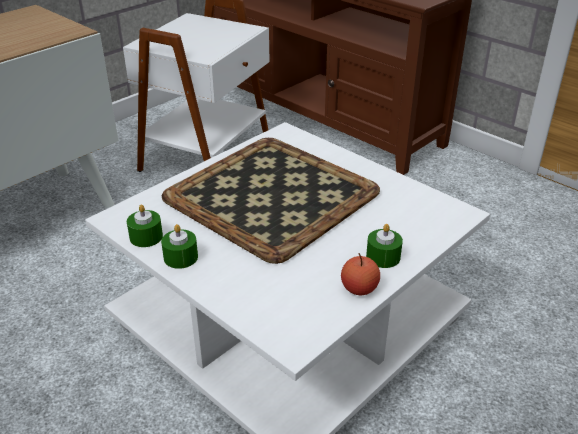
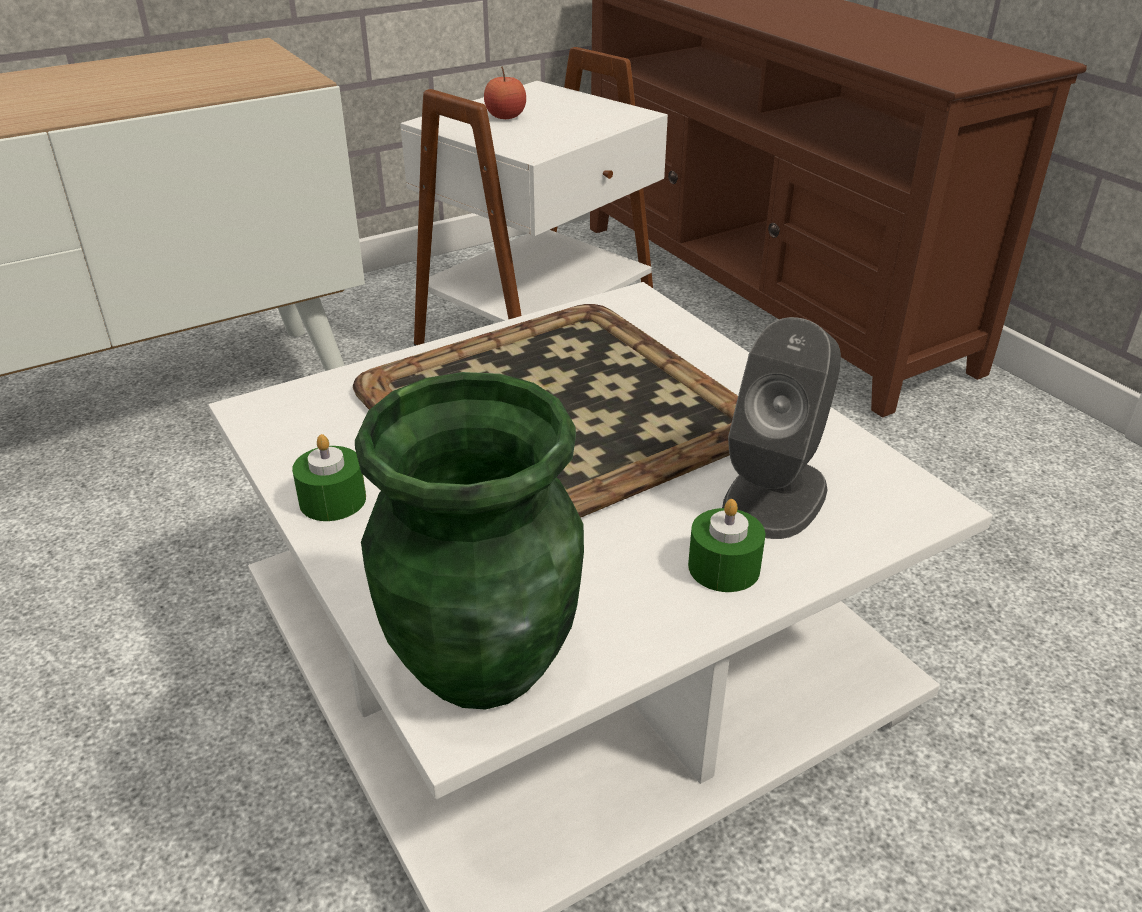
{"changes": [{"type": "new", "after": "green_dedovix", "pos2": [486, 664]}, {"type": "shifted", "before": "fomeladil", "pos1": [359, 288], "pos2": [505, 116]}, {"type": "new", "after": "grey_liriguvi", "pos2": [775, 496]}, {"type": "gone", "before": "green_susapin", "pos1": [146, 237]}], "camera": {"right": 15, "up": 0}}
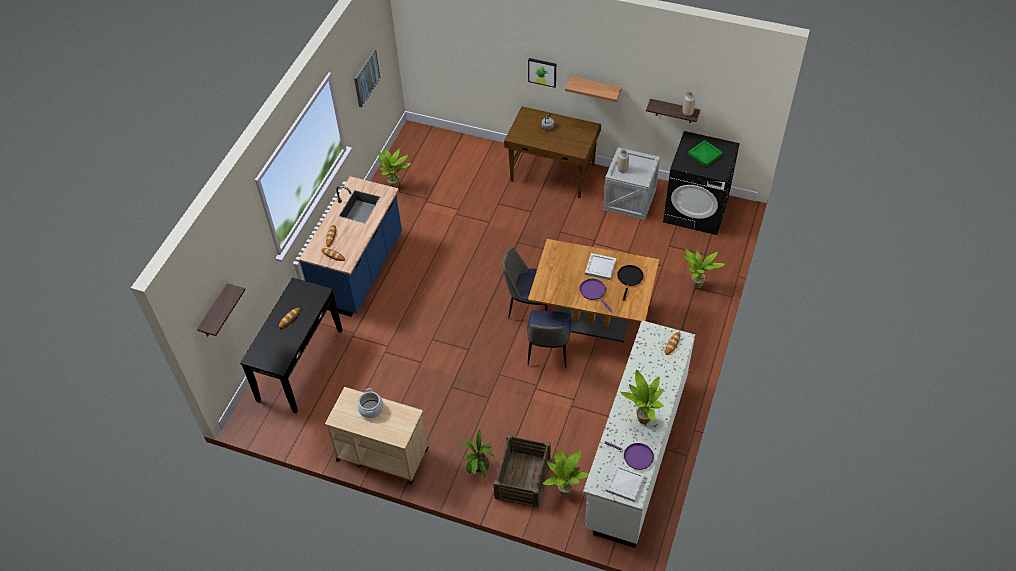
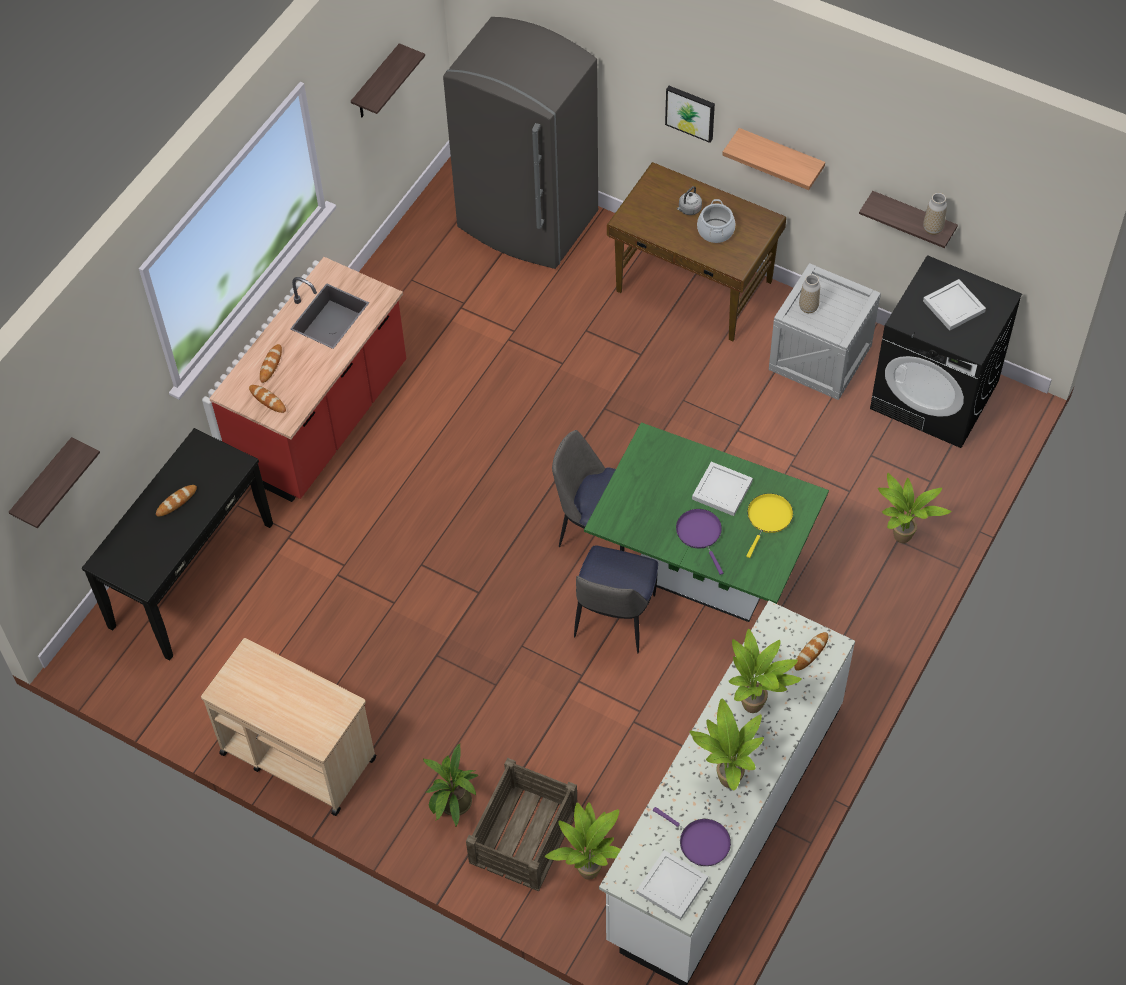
{"changes": [{"type": "repainted", "before": "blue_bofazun", "after": "red_bofazun", "pos1": [360, 270], "pos2": [323, 420]}, {"type": "swapped", "before": "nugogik", "after": "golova", "pos1": [366, 77], "pos2": [376, 84]}, {"type": "new", "after": "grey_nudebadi", "pos2": [527, 222]}, {"type": "repainted", "before": "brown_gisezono", "after": "green_gisezono", "pos1": [591, 320], "pos2": [702, 572]}, {"type": "shifted", "before": "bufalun", "pos1": [371, 409], "pos2": [715, 231]}, {"type": "shifted", "before": "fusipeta", "pos1": [396, 186], "pos2": [755, 705]}, {"type": "repainted", "before": "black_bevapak", "after": "yellow_bevapak", "pos1": [629, 278], "pos2": [768, 518]}, {"type": "repainted", "before": "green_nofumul", "after": "white_nofumul", "pos1": [704, 154], "pos2": [952, 306]}], "camera": {"right": 10, "up": 5}}
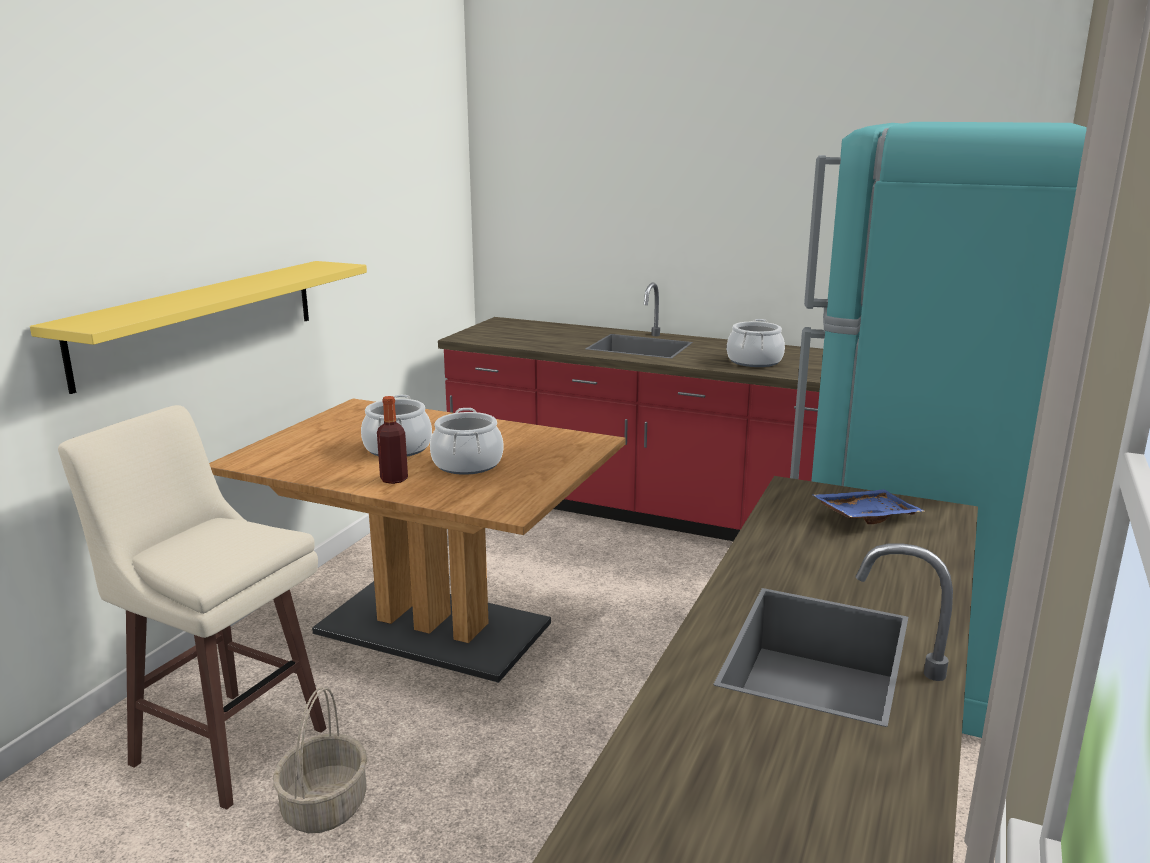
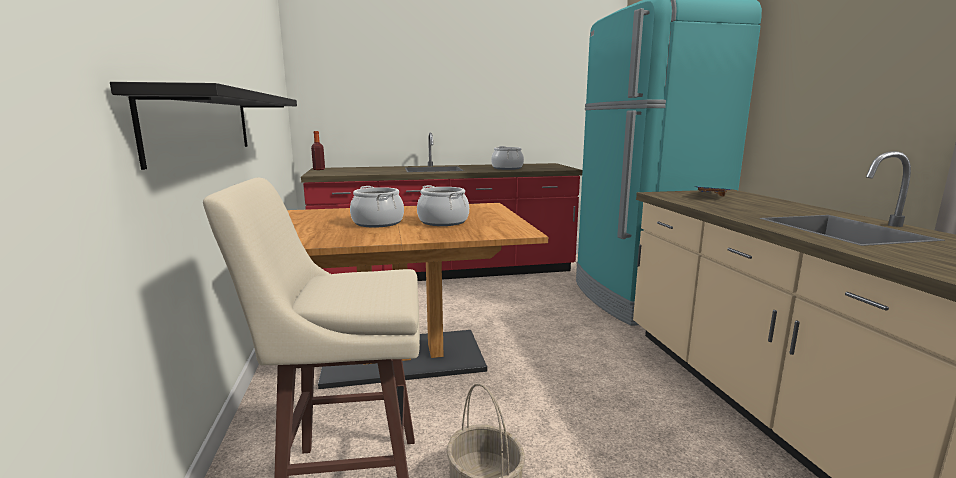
{"changes": [{"type": "repainted", "before": "yellow_golova", "after": "black_golova", "pos1": [201, 320], "pos2": [204, 124]}, {"type": "shifted", "before": "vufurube", "pos1": [394, 479], "pos2": [319, 169]}], "camera": {"right": -35, "up": -5}}
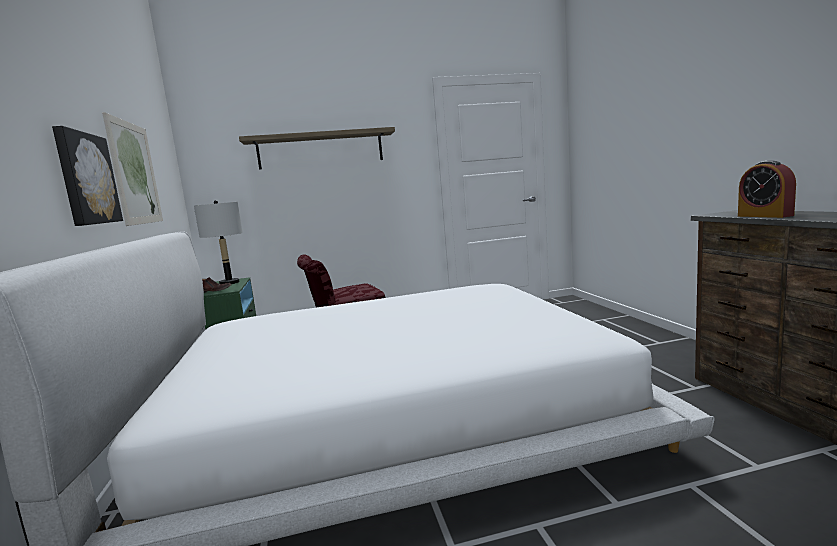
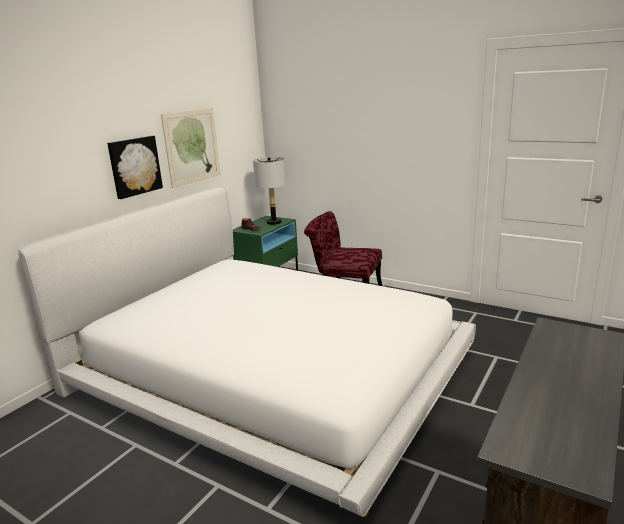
{"changes": [{"type": "gone", "before": "golova", "pos1": [320, 150]}, {"type": "gone", "before": "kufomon", "pos1": [764, 216]}], "camera": {"right": 45, "up": 10}}
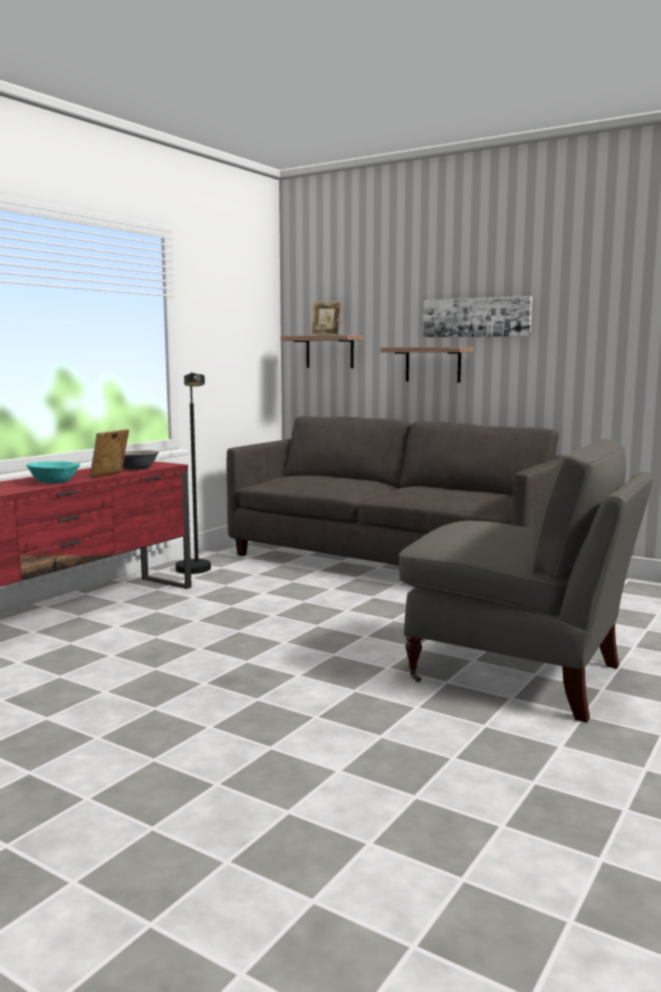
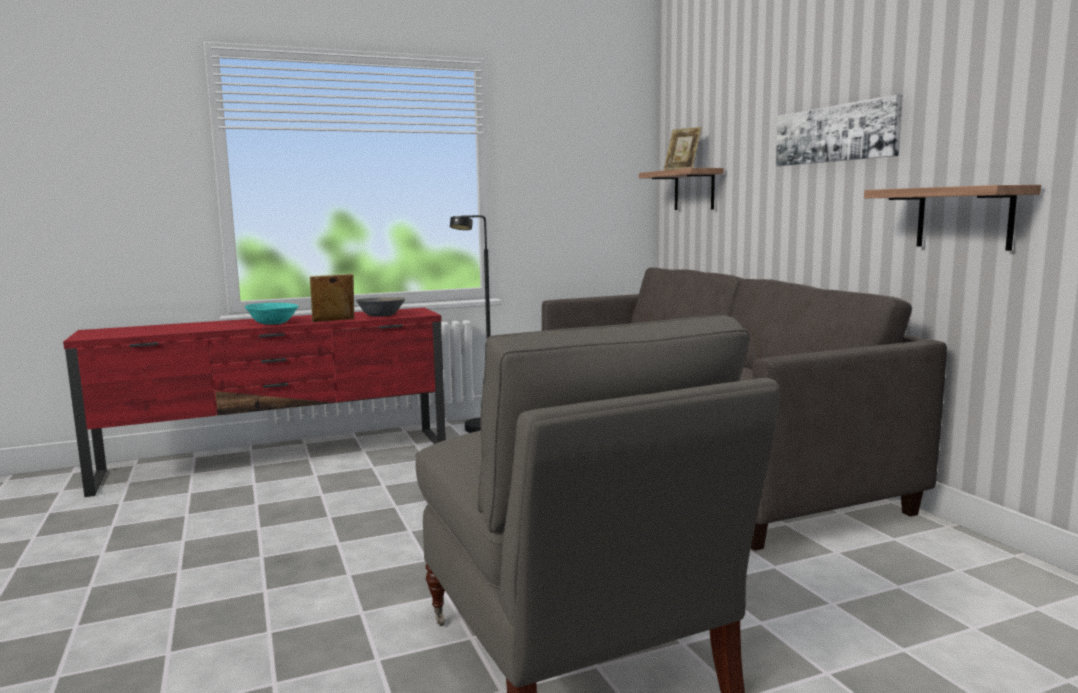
{"changes": [{"type": "shifted", "before": "golova", "pos1": [433, 364], "pos2": [964, 218]}], "camera": {"right": 35, "up": 0}}
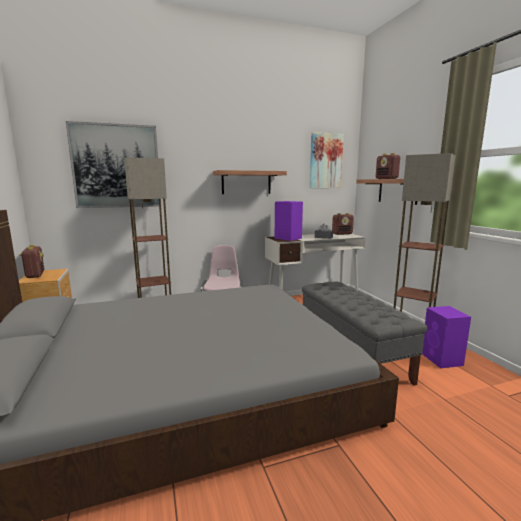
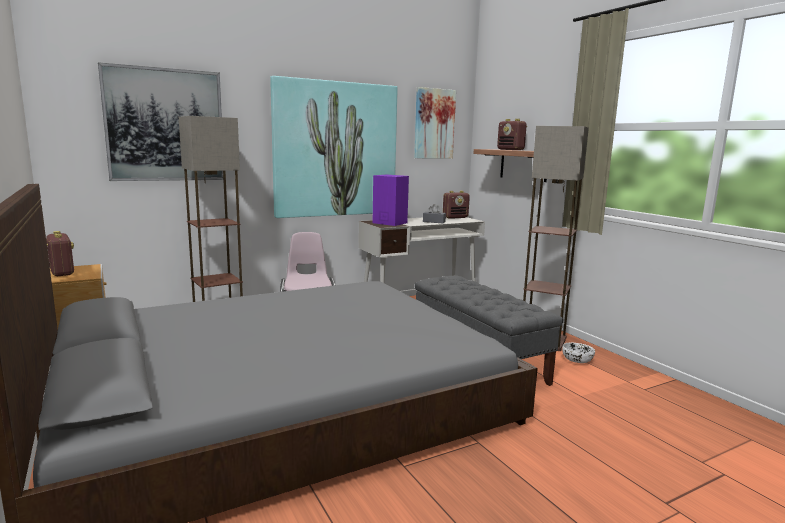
{"changes": [{"type": "swapped", "before": "golova", "after": "nugogik", "pos1": [246, 182], "pos2": [335, 149]}, {"type": "swapped", "before": "purple_liriguvi", "after": "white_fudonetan", "pos1": [442, 360], "pos2": [577, 360]}], "camera": {"right": -10, "up": 0}}
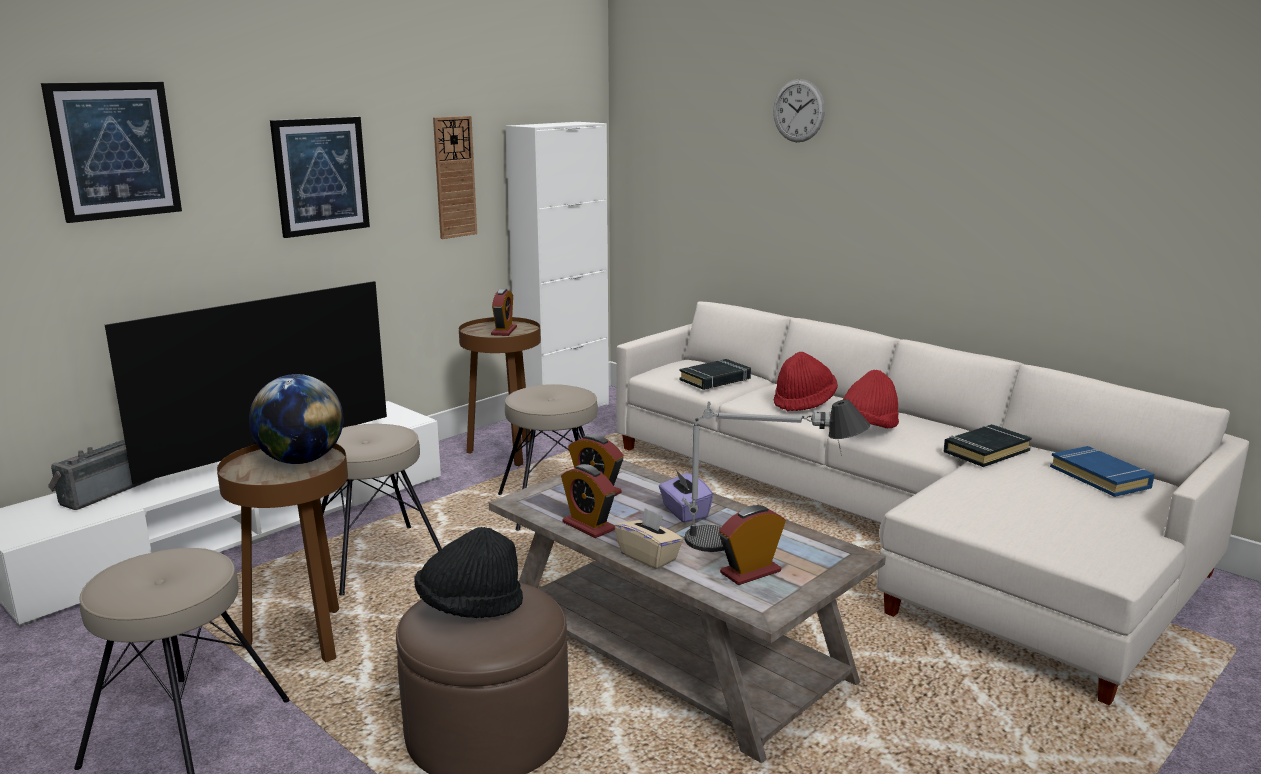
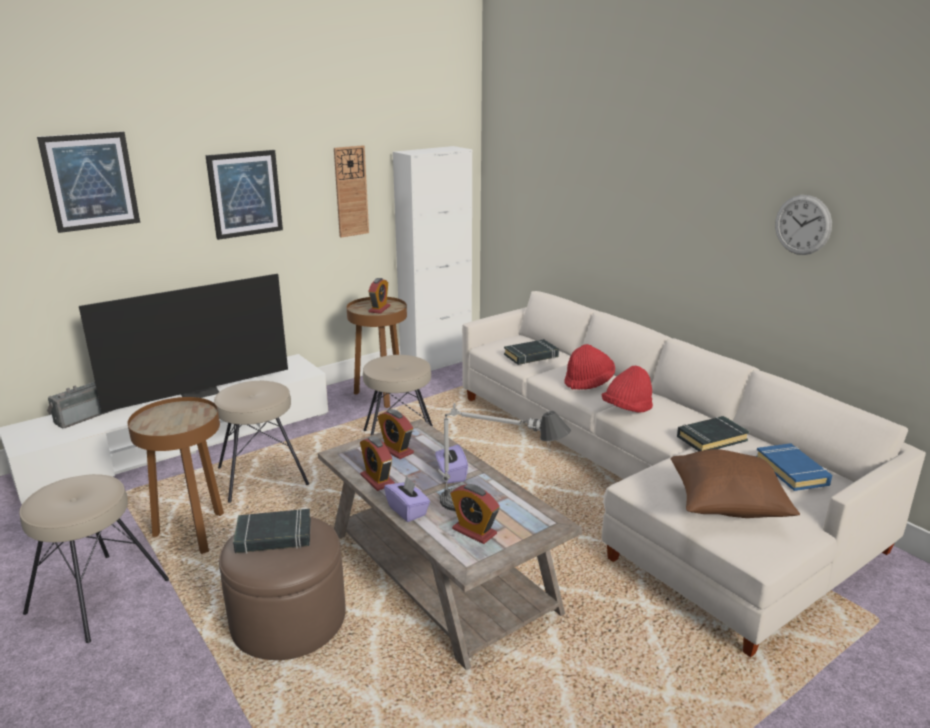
{"changes": [{"type": "swapped", "before": "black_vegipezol", "after": "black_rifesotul", "pos1": [470, 607], "pos2": [273, 536]}, {"type": "repainted", "before": "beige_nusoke", "after": "purple_nusoke", "pos1": [649, 557], "pos2": [407, 510]}, {"type": "rotated", "before": "kufomon", "pos1": [750, 572], "pos2": [474, 531], "turn": -120}, {"type": "new", "after": "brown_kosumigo", "pos2": [726, 507]}, {"type": "shifted", "before": "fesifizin", "pos1": [798, 111], "pos2": [802, 225]}, {"type": "gone", "before": "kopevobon", "pos1": [301, 460]}], "camera": {"right": 10, "up": 5}}
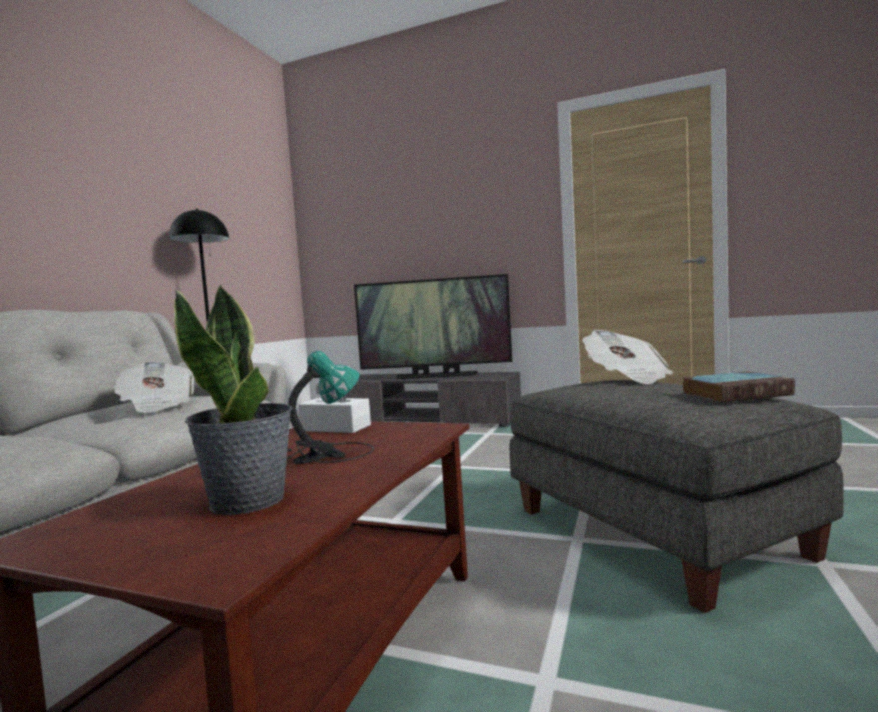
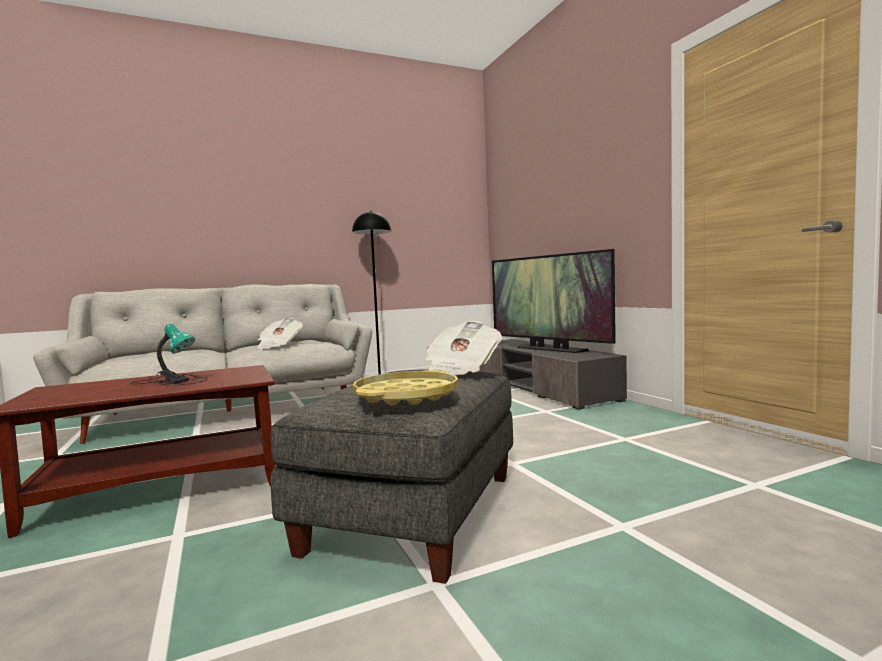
{"changes": [{"type": "swapped", "before": "rifesotul", "after": "yellow_nofumul", "pos1": [736, 394], "pos2": [406, 396]}, {"type": "gone", "before": "fusipeta", "pos1": [249, 500]}, {"type": "gone", "before": "white_nusoke", "pos1": [335, 428]}], "camera": {"right": 45, "up": 0}}
